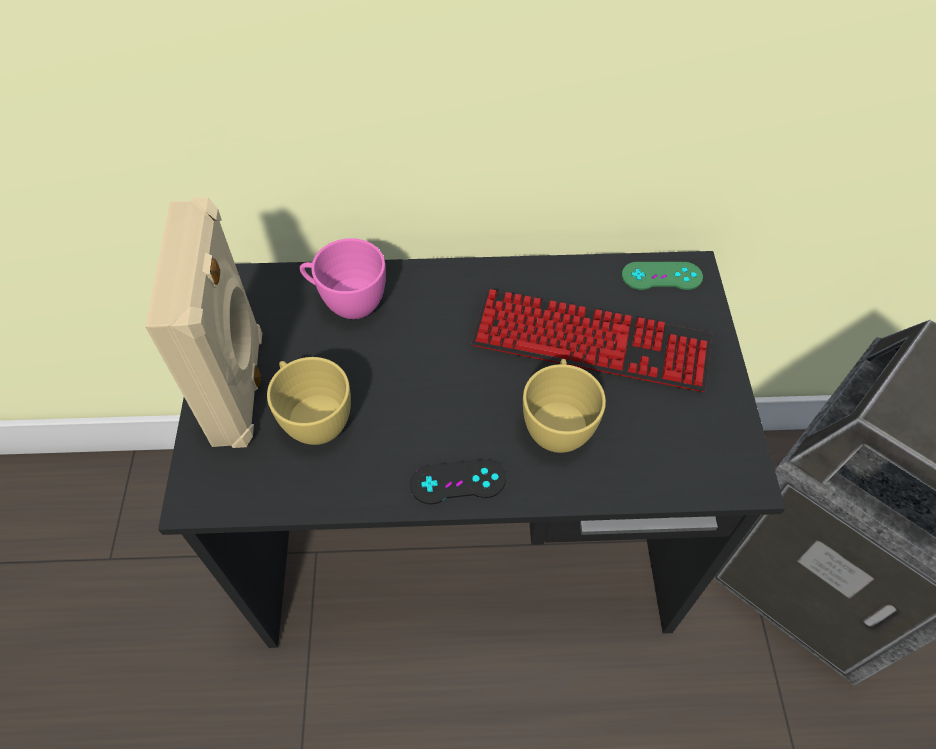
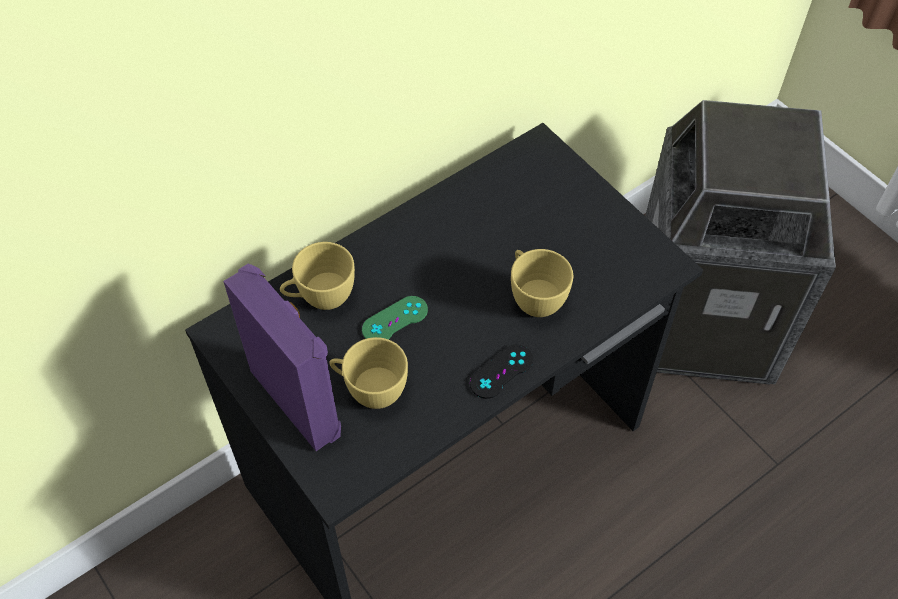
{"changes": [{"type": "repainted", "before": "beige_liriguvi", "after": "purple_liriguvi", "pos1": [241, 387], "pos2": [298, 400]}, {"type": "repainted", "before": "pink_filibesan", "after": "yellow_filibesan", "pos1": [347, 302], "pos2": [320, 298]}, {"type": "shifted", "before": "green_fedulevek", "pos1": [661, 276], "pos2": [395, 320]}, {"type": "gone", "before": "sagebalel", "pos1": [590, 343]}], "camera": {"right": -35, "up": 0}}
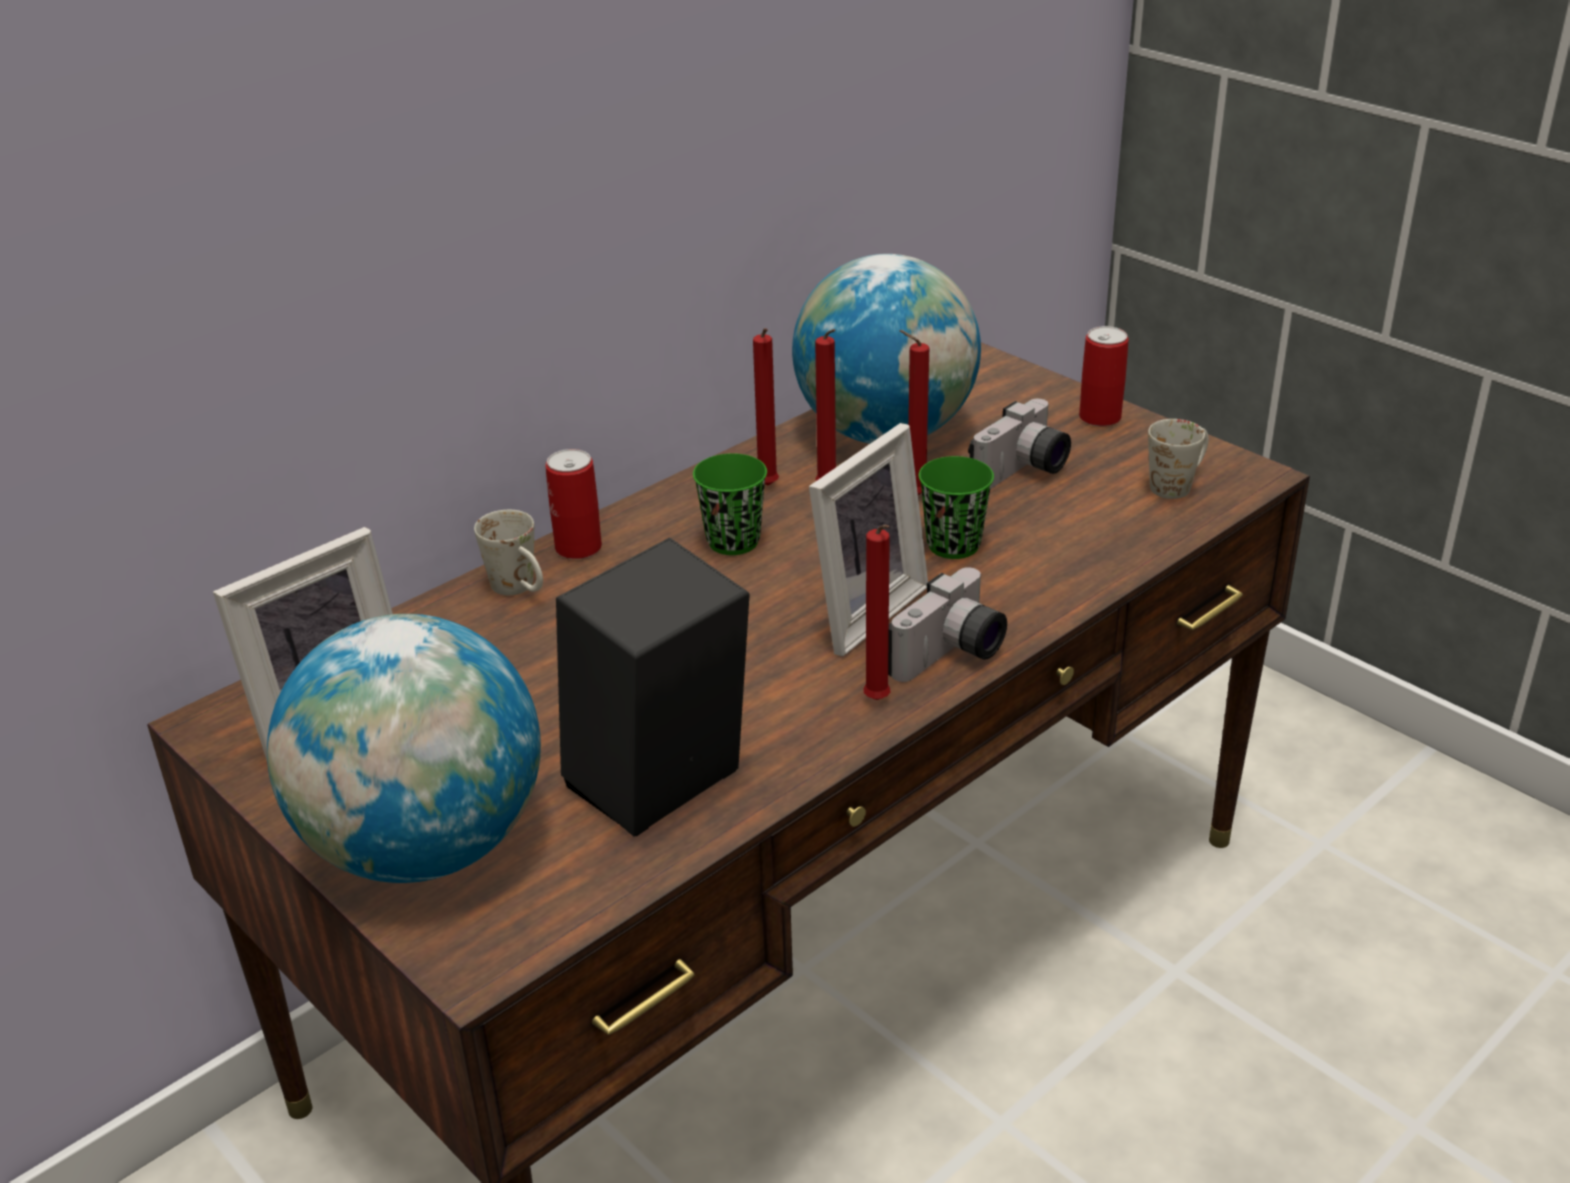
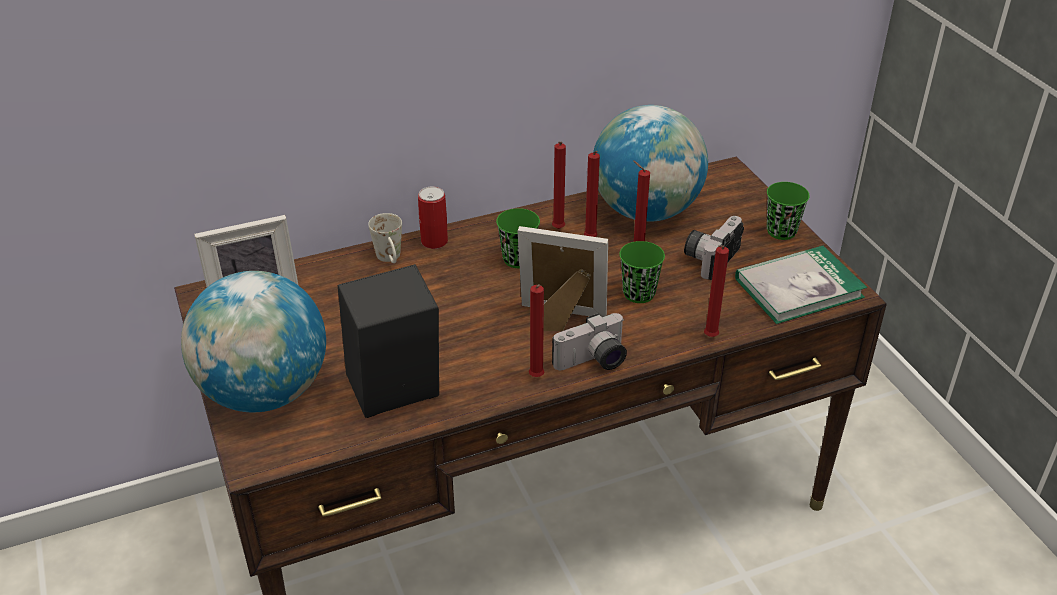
{"changes": [{"type": "rotated", "before": "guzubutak", "pos1": [859, 611], "pos2": [560, 320], "turn": -135}, {"type": "rotated", "before": "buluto", "pos1": [1023, 473], "pos2": [709, 257], "turn": 150}, {"type": "new", "after": "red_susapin", "pos2": [709, 338]}, {"type": "swapped", "before": "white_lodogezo", "after": "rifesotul", "pos1": [1178, 484], "pos2": [799, 288]}, {"type": "swapped", "before": "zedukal", "after": "green_filibesan", "pos1": [1100, 417], "pos2": [781, 231]}], "camera": {"right": 20, "up": 5}}
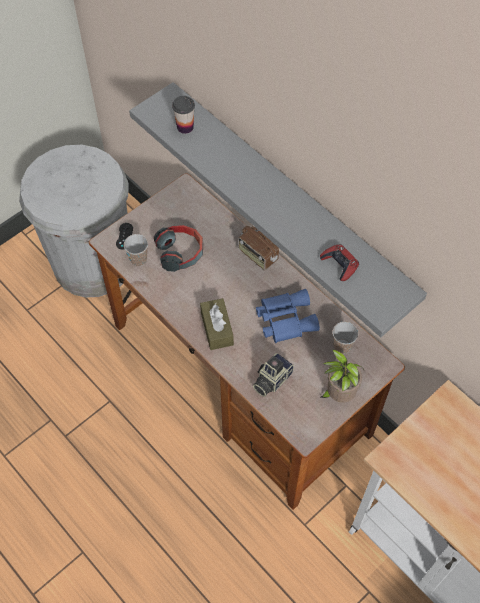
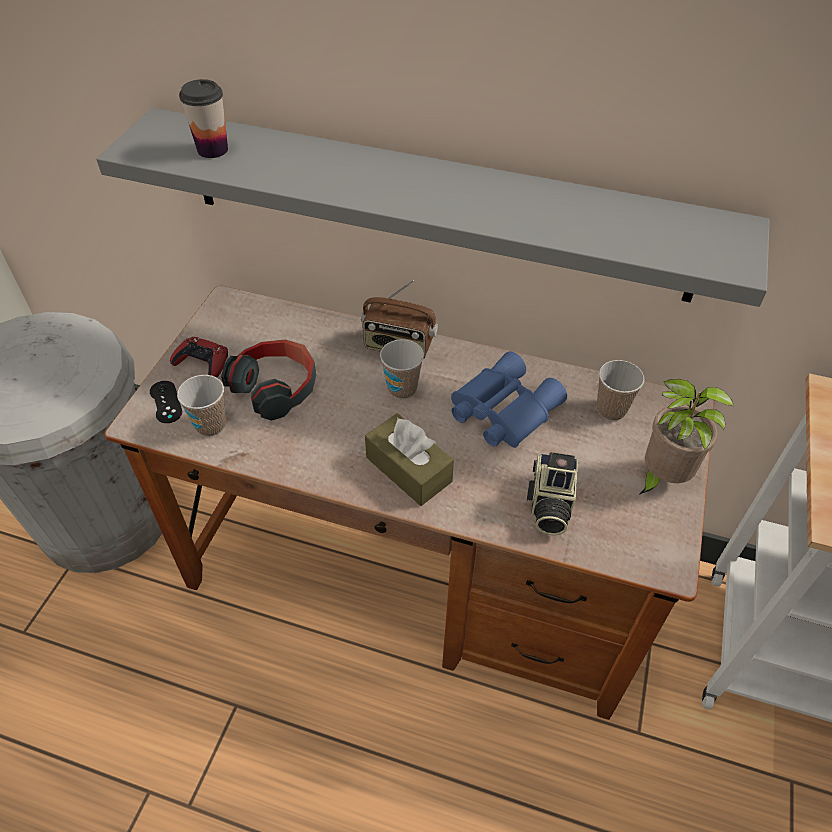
{"changes": [{"type": "shifted", "before": "red_fedulevek", "pos1": [339, 264], "pos2": [202, 362]}, {"type": "new", "after": "filibesan", "pos2": [402, 389]}], "camera": {"right": -30, "up": -10}}
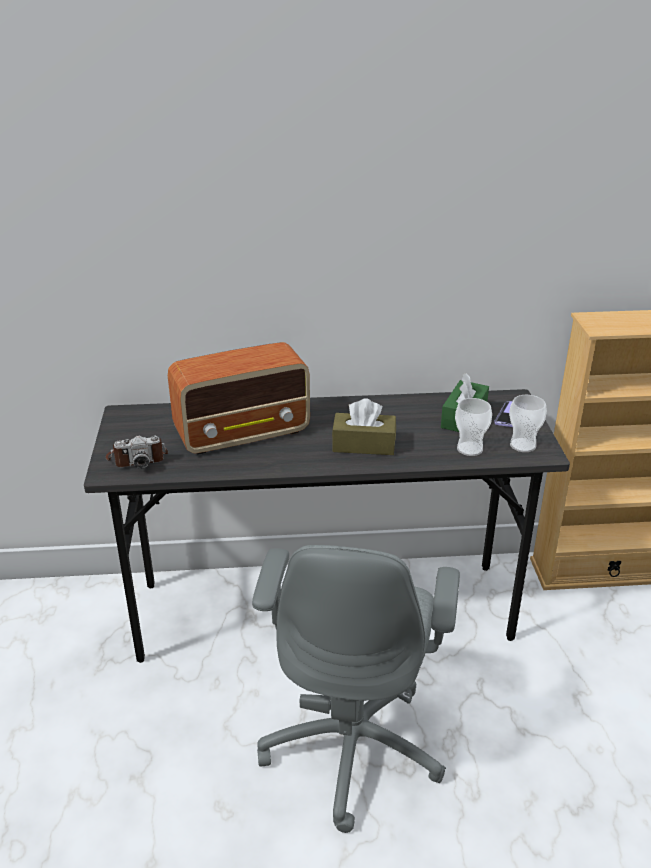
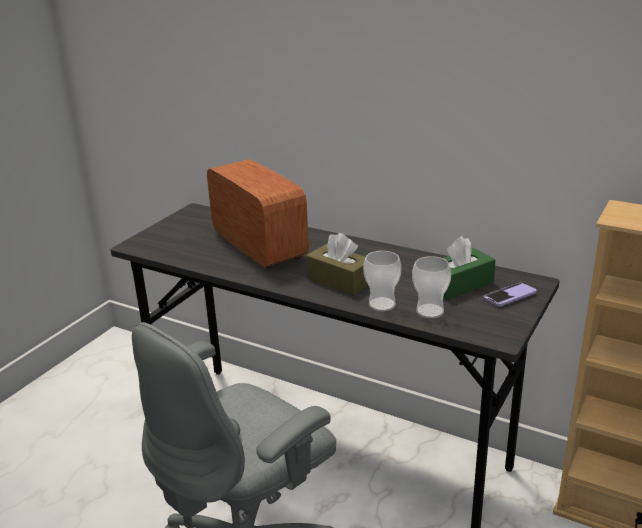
{"changes": [{"type": "rotated", "before": "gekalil", "pos1": [244, 433], "pos2": [258, 245], "turn": -135}, {"type": "shifted", "before": "filibesan", "pos1": [522, 445], "pos2": [382, 304]}, {"type": "gone", "before": "buluto", "pos1": [137, 458]}], "camera": {"right": 35, "up": -5}}
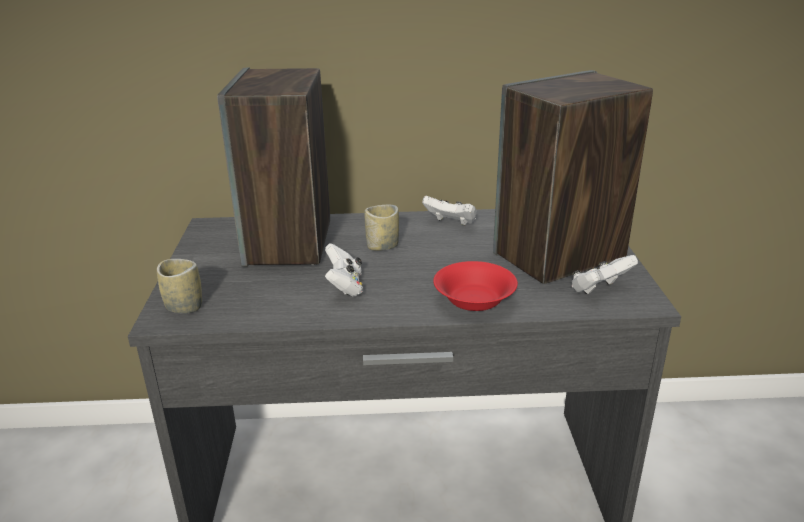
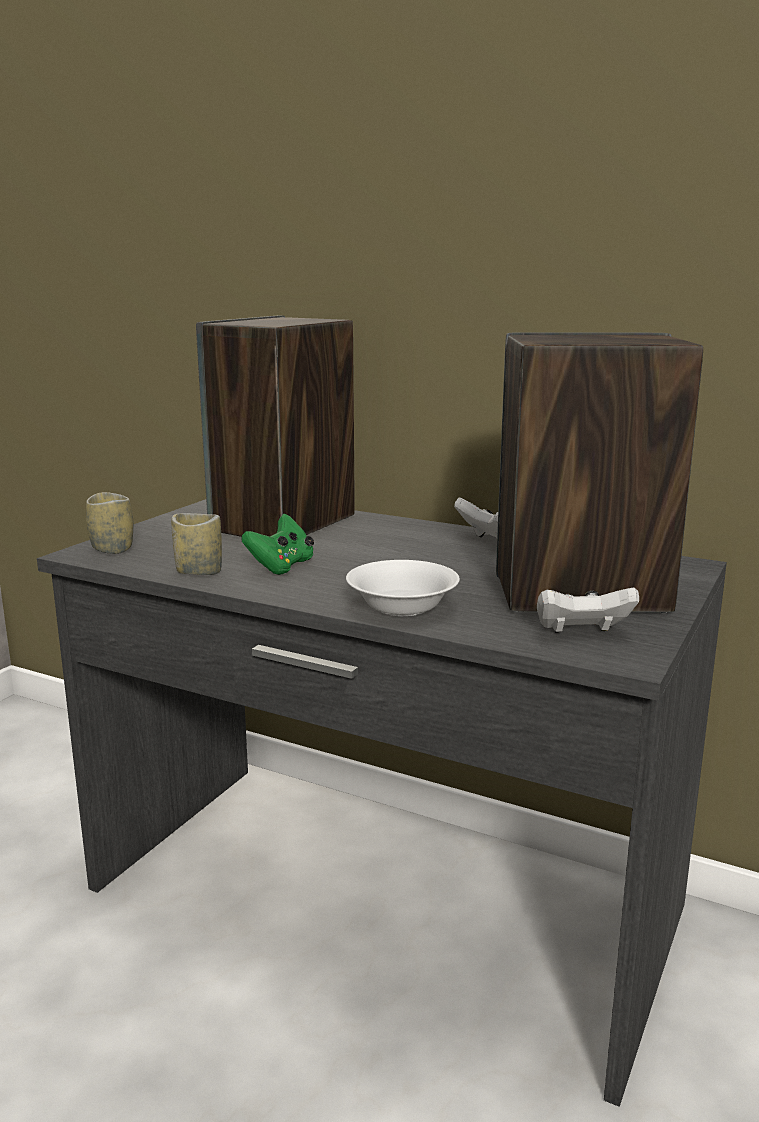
{"changes": [{"type": "shifted", "before": "filibesan", "pos1": [382, 246], "pos2": [199, 572]}, {"type": "repainted", "before": "white_fedulevek", "after": "green_fedulevek", "pos1": [345, 287], "pos2": [281, 566]}, {"type": "repainted", "before": "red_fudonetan", "after": "white_fudonetan", "pos1": [474, 301], "pos2": [401, 607]}], "camera": {"right": 30, "up": -10}}
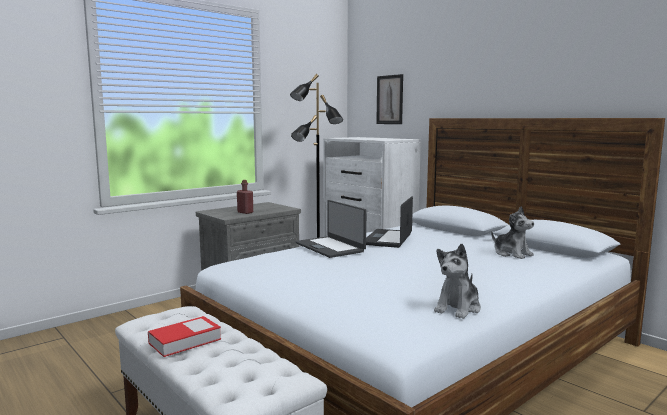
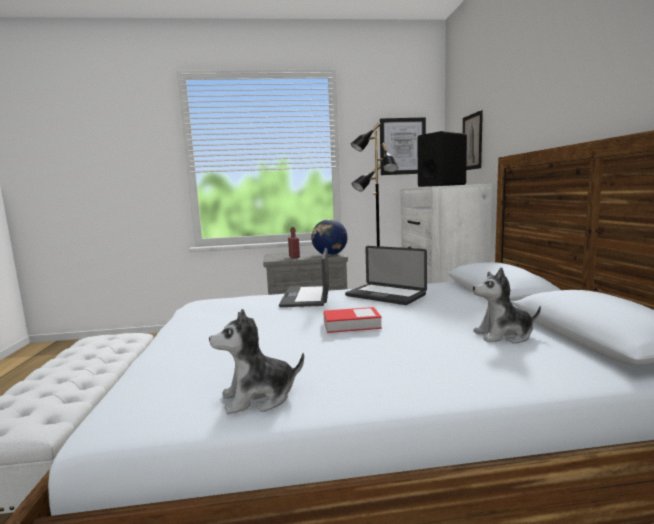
{"changes": [{"type": "new", "after": "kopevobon", "pos2": [330, 255]}, {"type": "shifted", "before": "rifesotul", "pos1": [185, 341], "pos2": [351, 324]}, {"type": "rotated", "before": "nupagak", "pos1": [388, 239], "pos2": [385, 295], "turn": -105}, {"type": "new", "after": "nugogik", "pos2": [402, 146]}, {"type": "new", "after": "black_liriguvi", "pos2": [442, 185]}, {"type": "rotated", "before": "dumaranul", "pos1": [512, 254], "pos2": [504, 335], "turn": 90}], "camera": {"right": 35, "up": 0}}
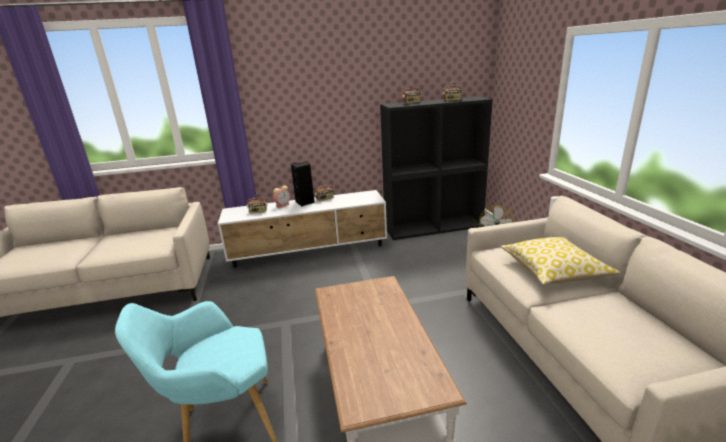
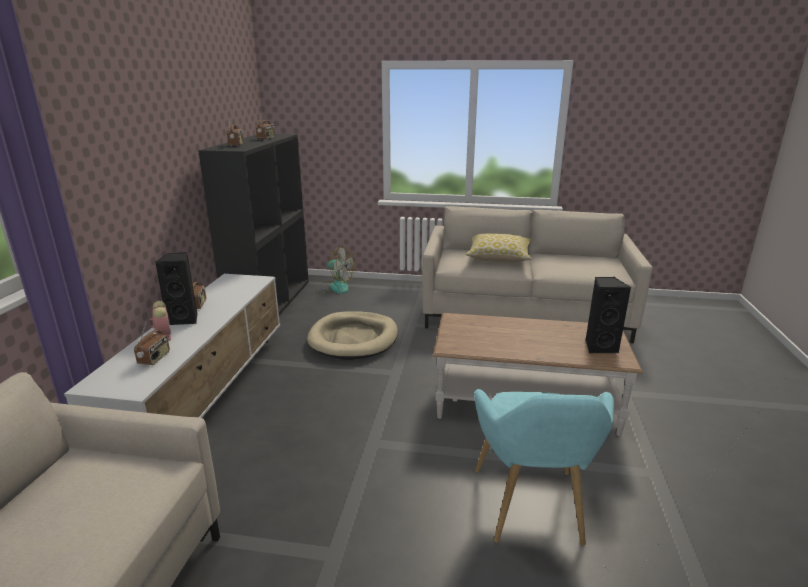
{"changes": [{"type": "new", "after": "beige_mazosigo", "pos2": [354, 339]}, {"type": "new", "after": "black_liriguvi", "pos2": [599, 347]}], "camera": {"right": -70, "up": 0}}
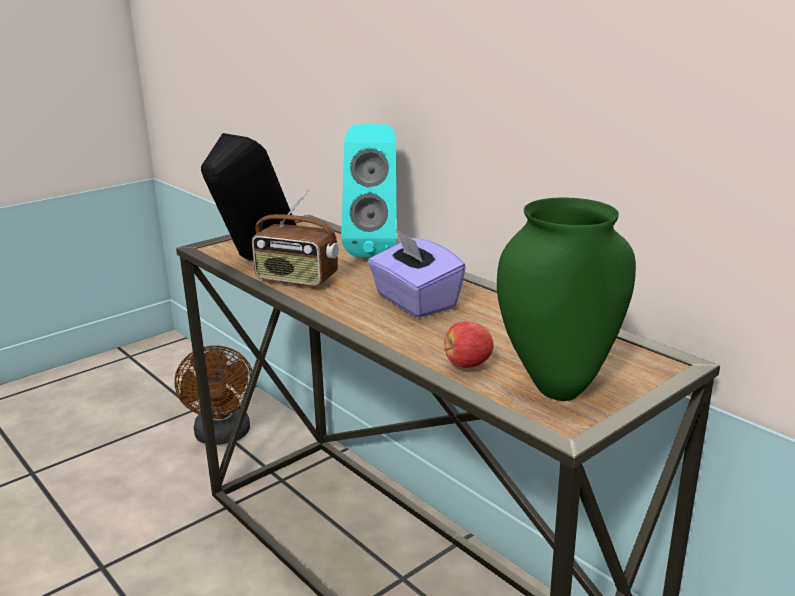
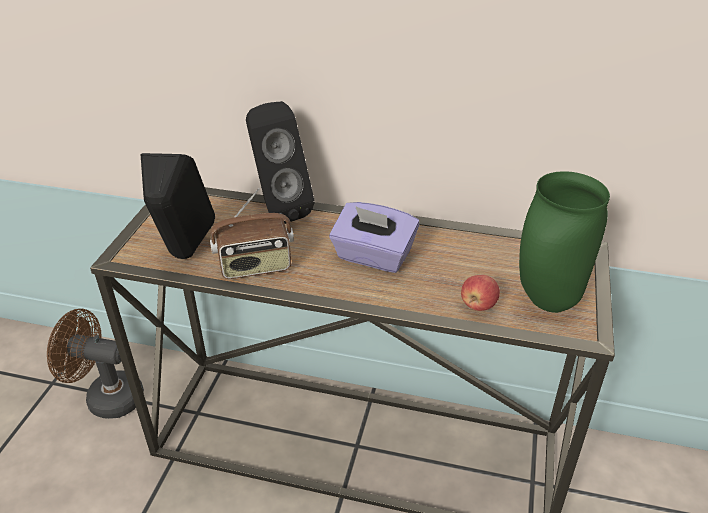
{"changes": [{"type": "rotated", "before": "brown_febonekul", "pos1": [223, 436], "pos2": [107, 397], "turn": 150}, {"type": "repainted", "before": "turquoise_liriguvi", "after": "black_liriguvi", "pos1": [374, 250], "pos2": [278, 209]}], "camera": {"right": -35, "up": 15}}
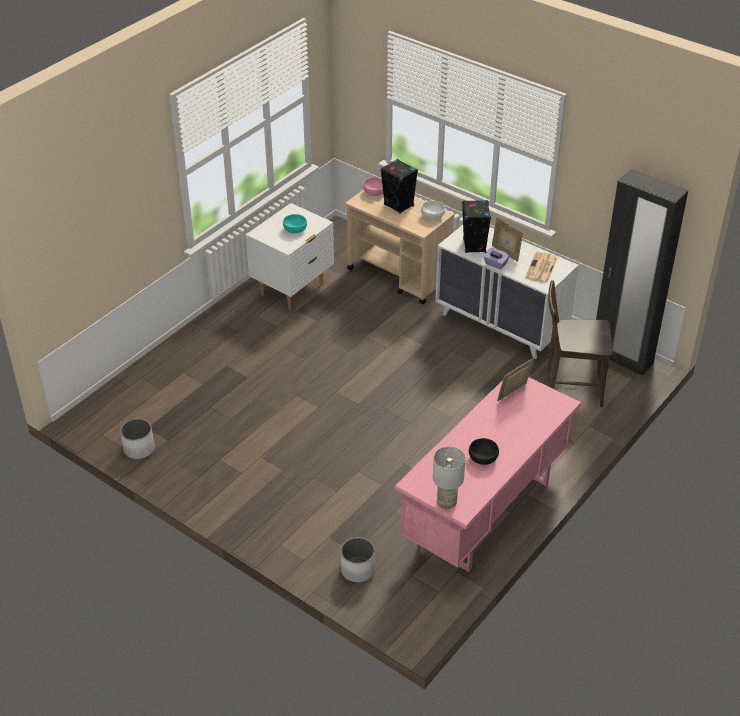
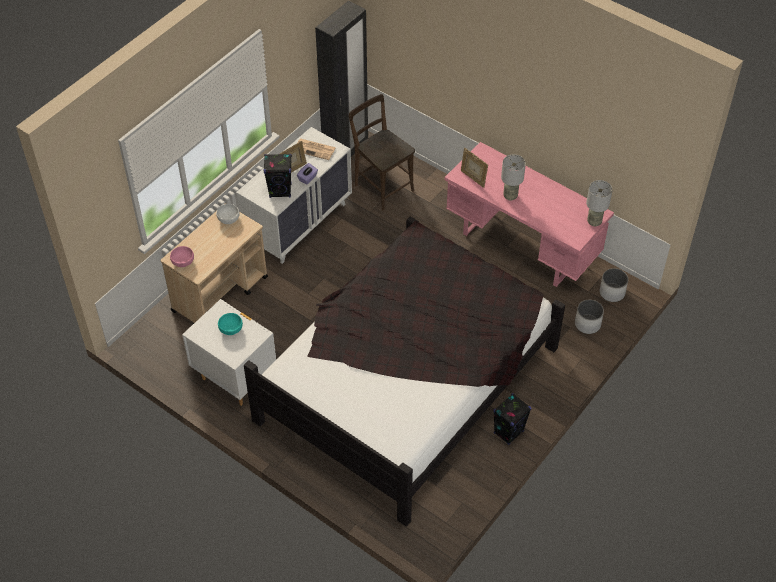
{"changes": [{"type": "new", "after": "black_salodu", "pos2": [408, 382]}, {"type": "rotated", "before": "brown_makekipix", "pos1": [570, 388], "pos2": [382, 186], "turn": 135}, {"type": "shifted", "before": "black_liriguvi", "pos1": [399, 205], "pos2": [508, 432]}, {"type": "new", "after": "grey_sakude", "pos2": [510, 196]}, {"type": "shifted", "before": "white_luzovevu", "pos1": [139, 449], "pos2": [612, 292]}, {"type": "gone", "before": "black_fudonetan", "pos1": [483, 457]}], "camera": {"right": -90, "up": 10}}
